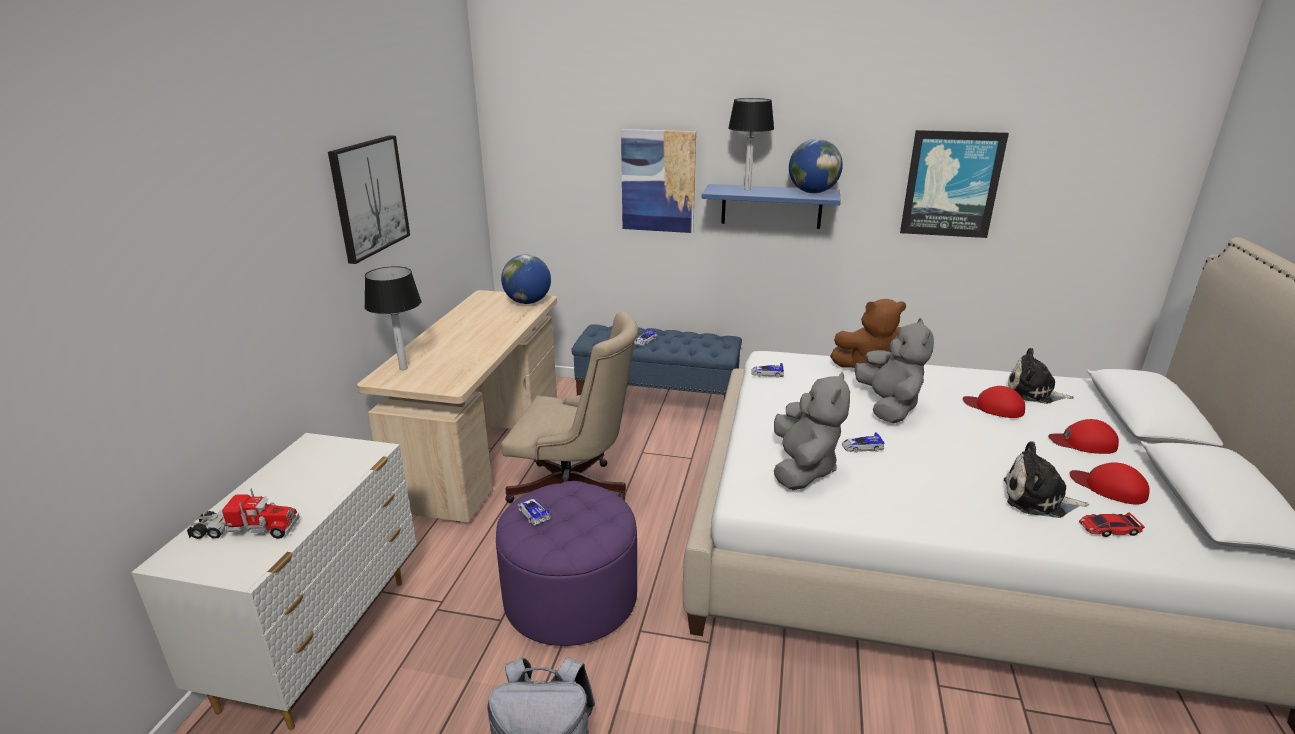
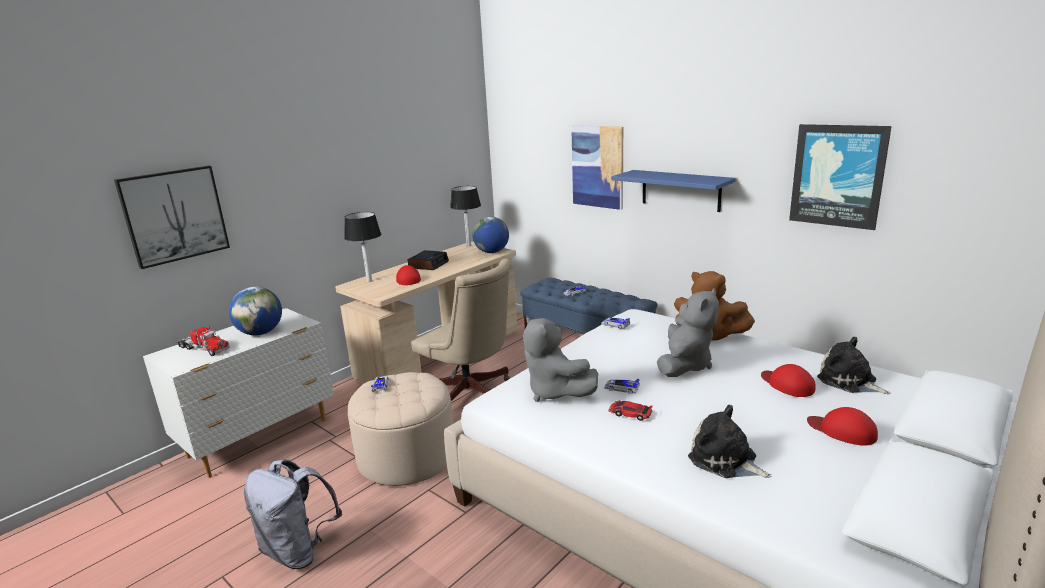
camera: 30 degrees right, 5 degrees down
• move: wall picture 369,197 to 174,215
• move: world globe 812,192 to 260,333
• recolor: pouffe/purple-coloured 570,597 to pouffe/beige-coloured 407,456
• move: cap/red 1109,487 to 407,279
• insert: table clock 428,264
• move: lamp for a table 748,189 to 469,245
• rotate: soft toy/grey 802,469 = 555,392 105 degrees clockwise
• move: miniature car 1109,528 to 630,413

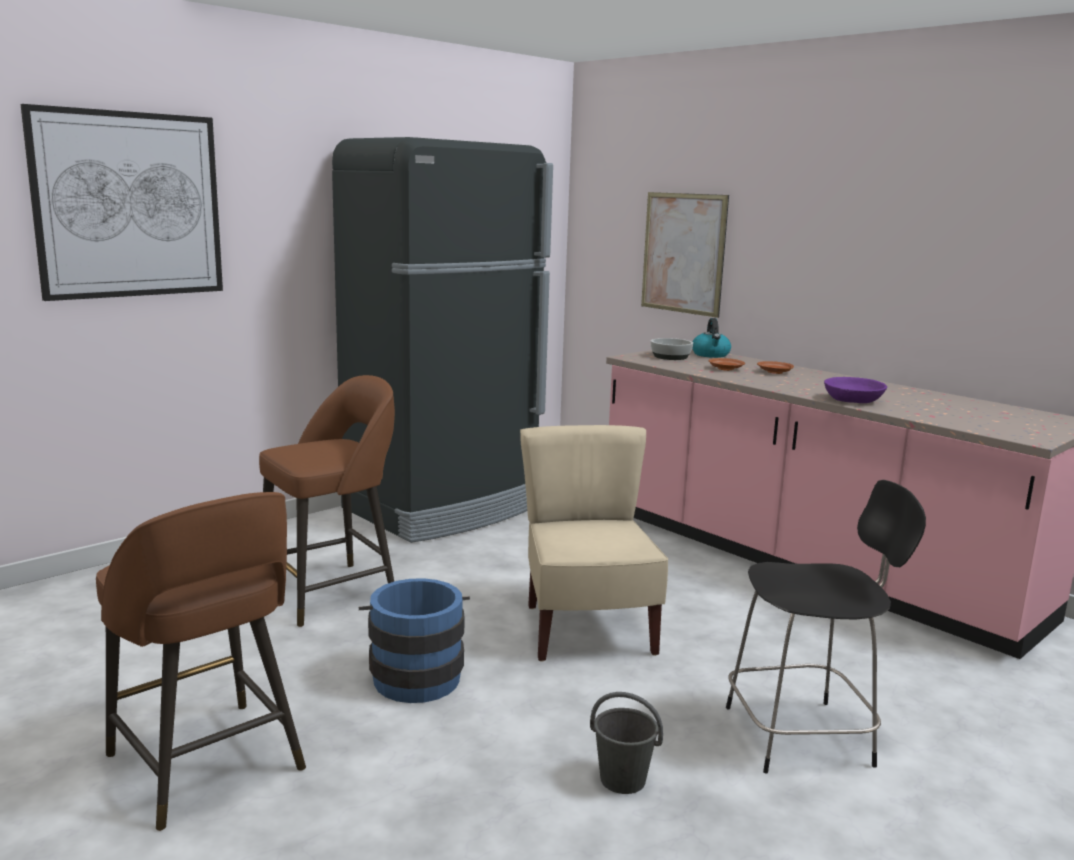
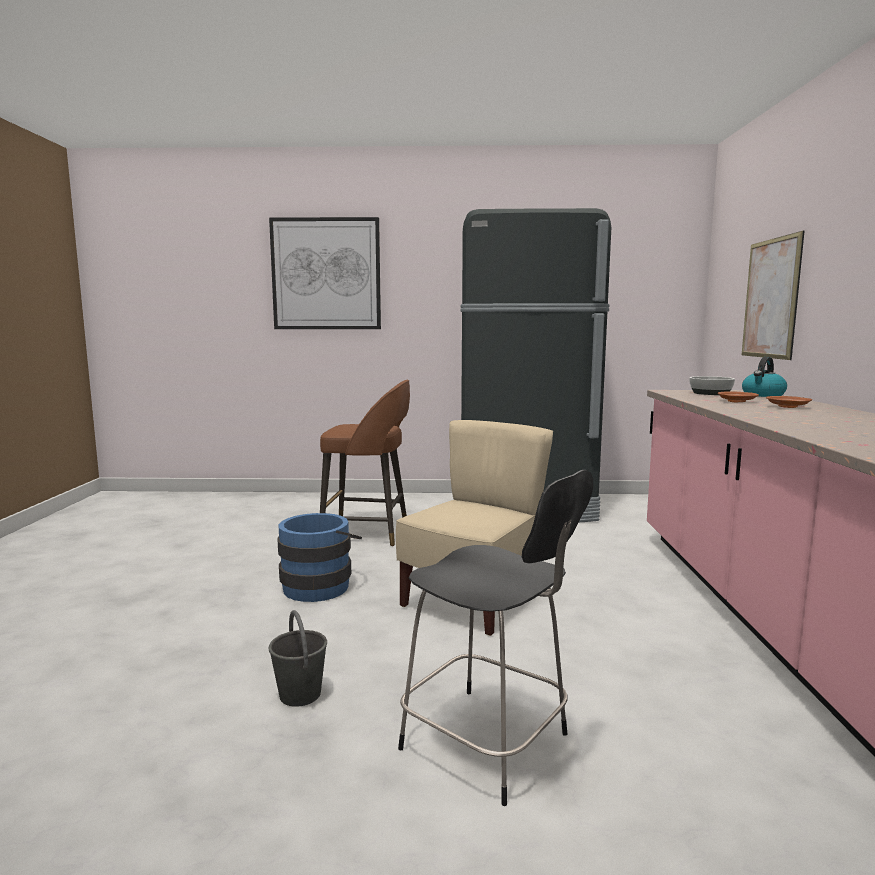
camera: 45 degrees right, 5 degrees down
• delete: stool/brown 208,765
• delete: deep dish/purple-coloured 853,400

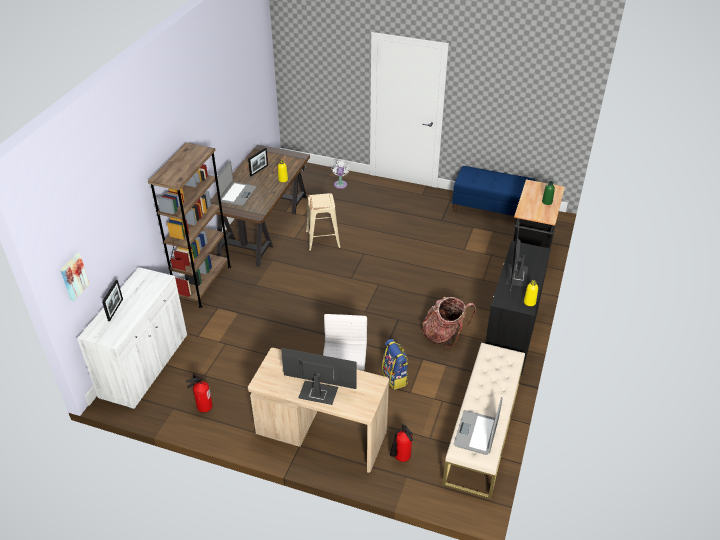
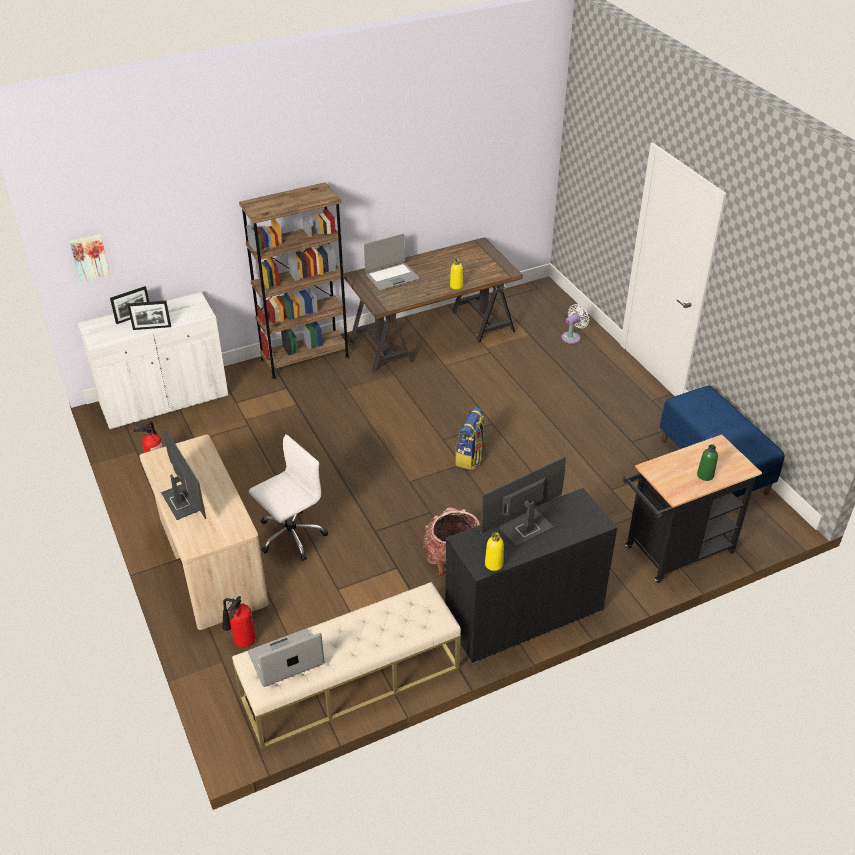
camera: 45 degrees right, 0 degrees up
• move: photo frame 259,170 to 152,327
• move: backpack 395,378 to 470,457
• delete: stool/beige-coloured 323,239

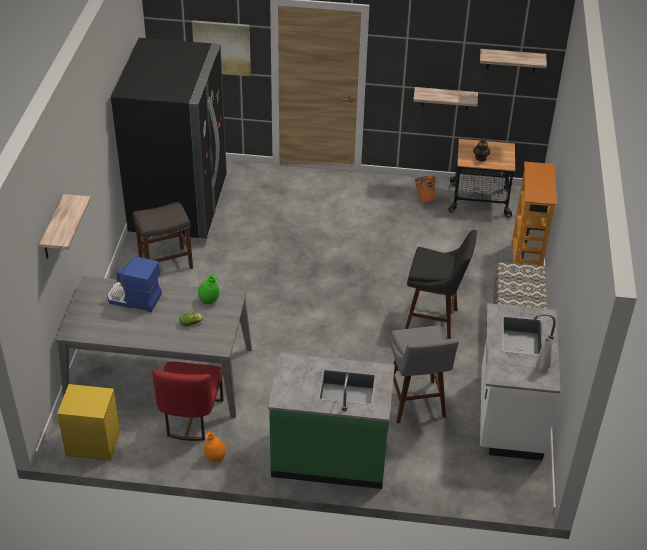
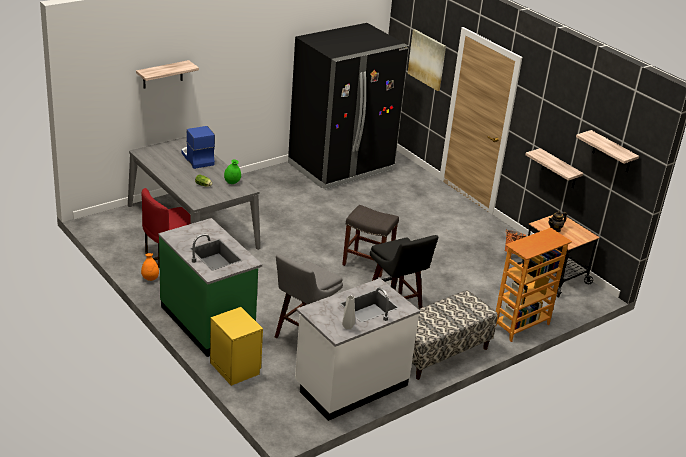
camera: 45 degrees right, 10 degrees down
• move: night table/yellow 92,442 to 235,367
• move: stool/grey 165,263 to 366,263

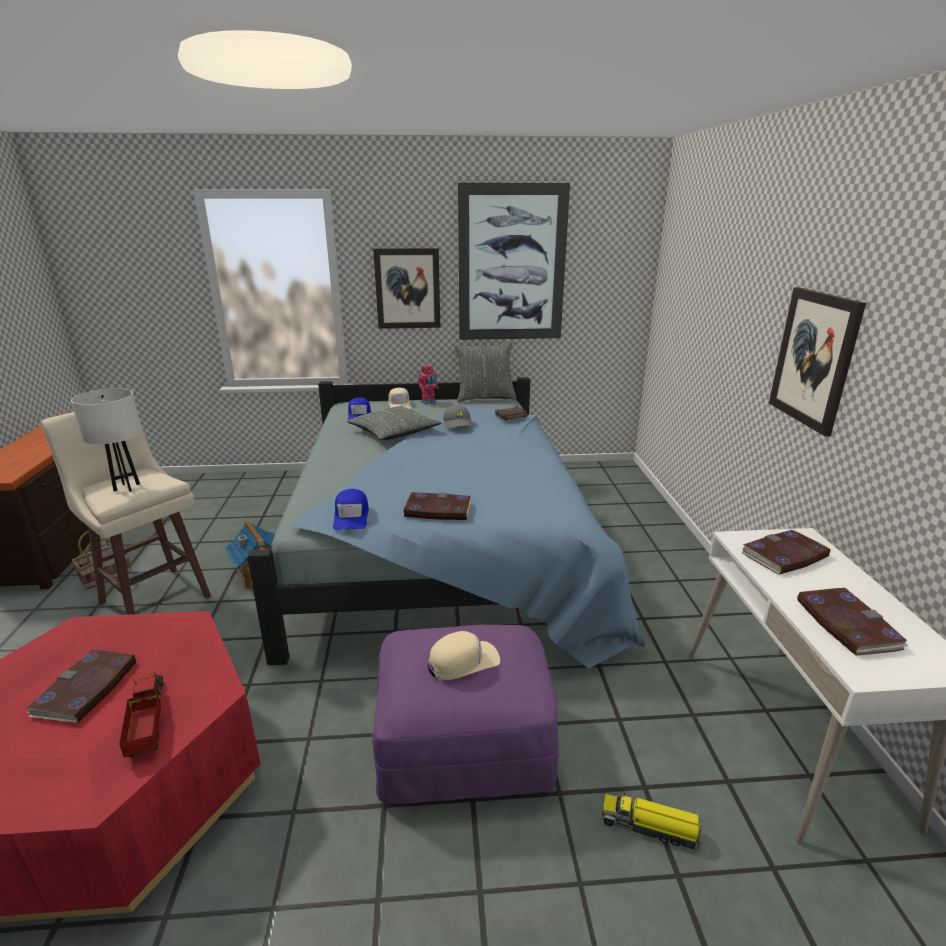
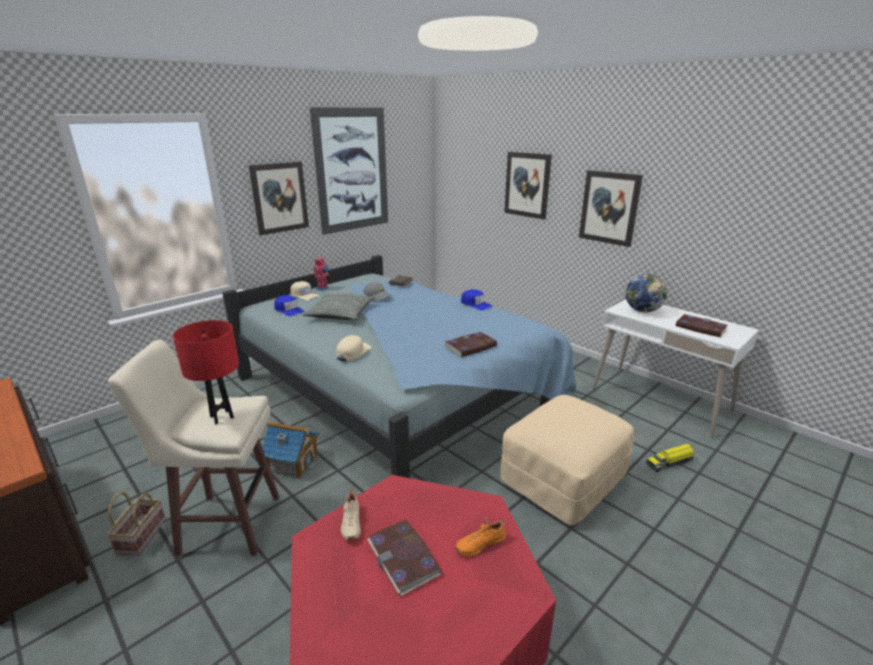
camera: 40 degrees left, 0 degrees up
• recolor: lamp for a table/white 127,487 to lamp for a table/red 222,417
• move: cap/beige-coloured 463,661 to 353,352
• insert: low shoe/beige-coloured 350,523
• replace: model truck 147,722 to low shoe/orangey 479,543
• move: cap/bluish 351,516 to 475,304
• recolor: pouffe/purple-coloured 464,744 to pouffe/beige-coloured 563,478
• insert: wall picture 527,185
• replace: volume 784,555 to world globe 642,310
• delete: pillow/grey 485,398

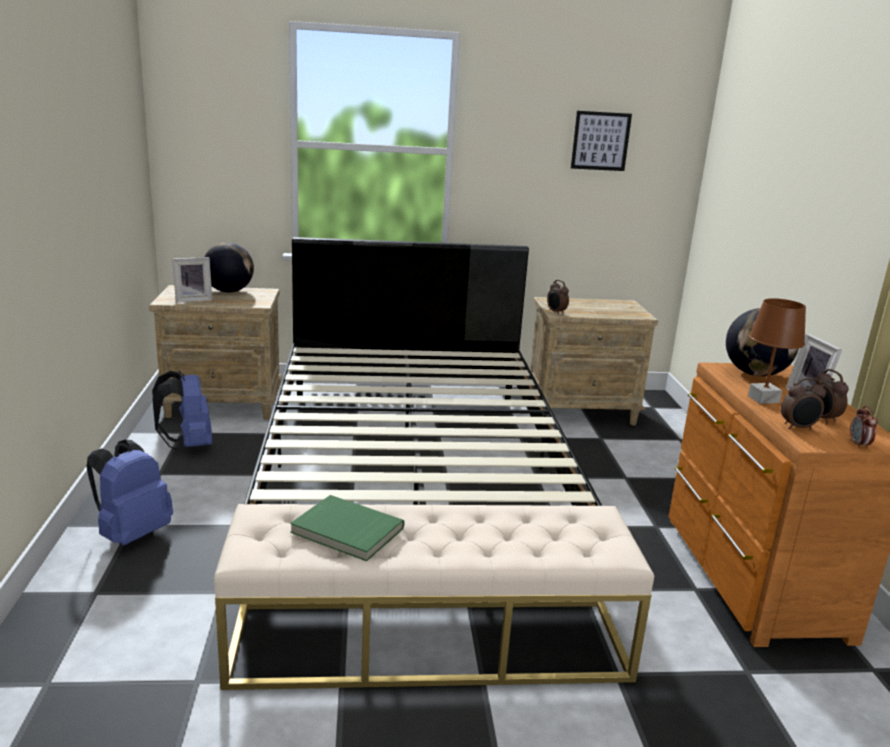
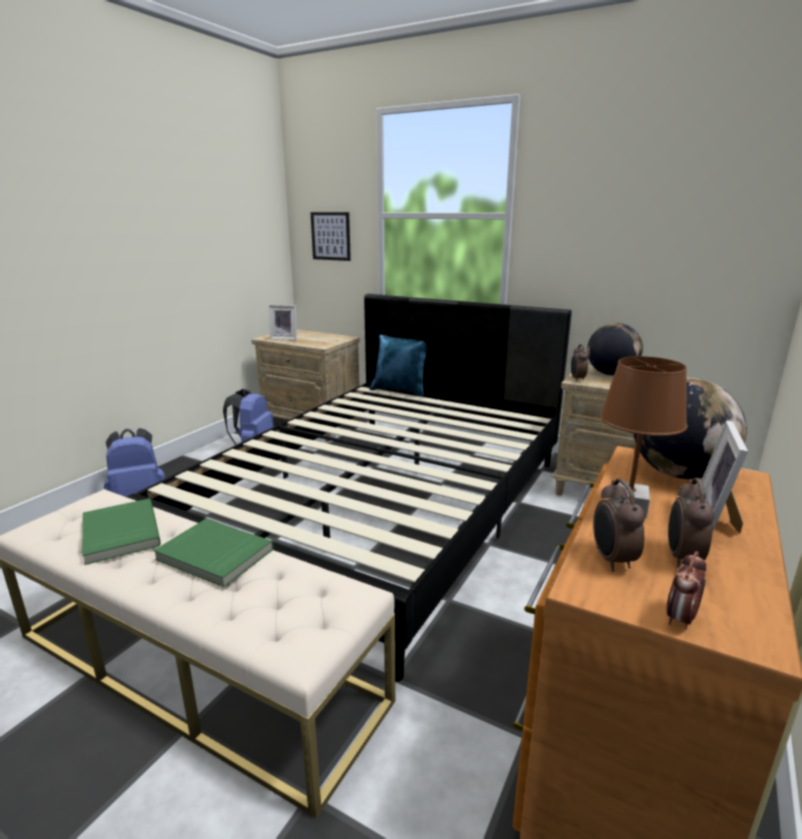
camera: 35 degrees right, 0 degrees up
• insert: volume/green 213,555
• move: wall picture 600,141 to 331,236
• insert: pillow/bluish 400,391
• move: world globe 229,291 to 610,374
• rotate: table clock 798,428 = 611,560 60 degrees clockwise

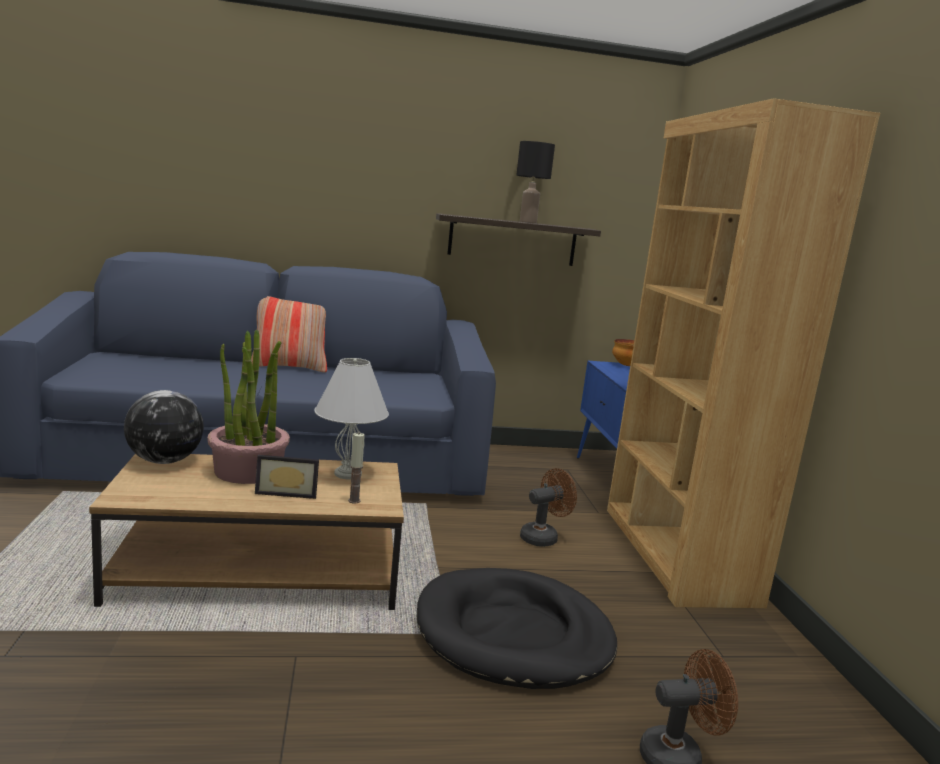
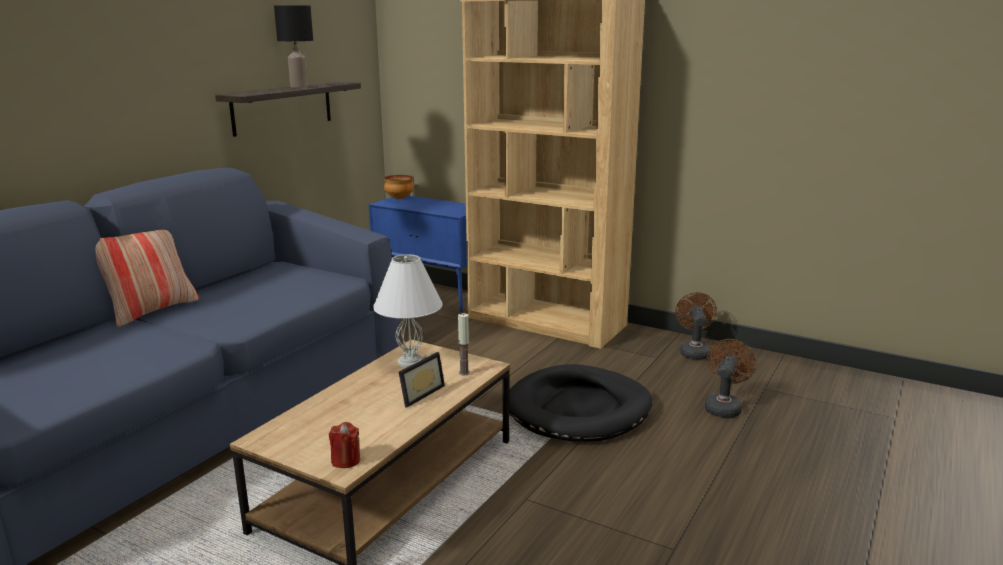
camera: 50 degrees left, 5 degrees up
• insert: candle/red 345,460
• move: cooling fan/brown 543,537 to 693,351
• delete: world globe 164,461
• delete: houseplant 248,471

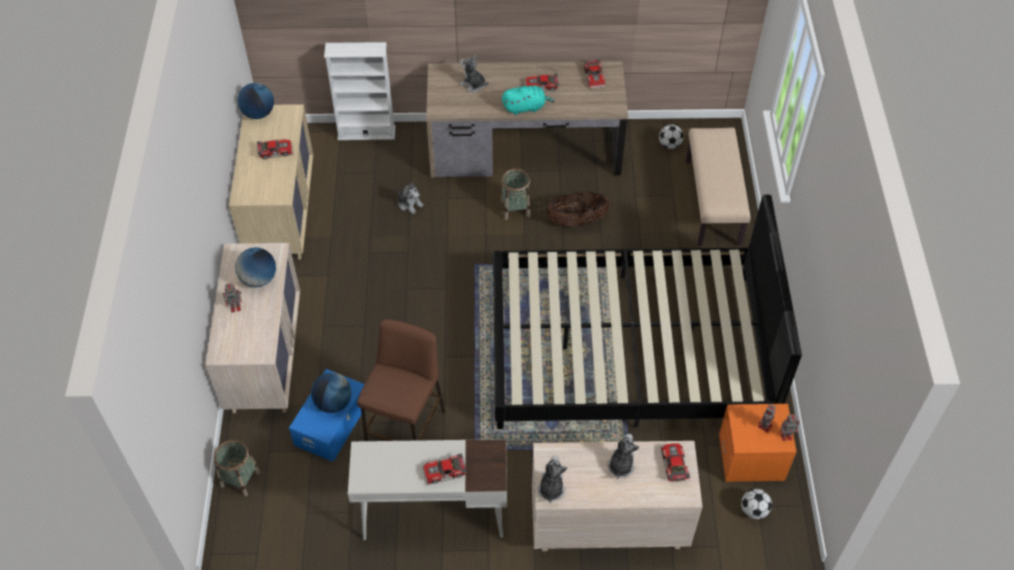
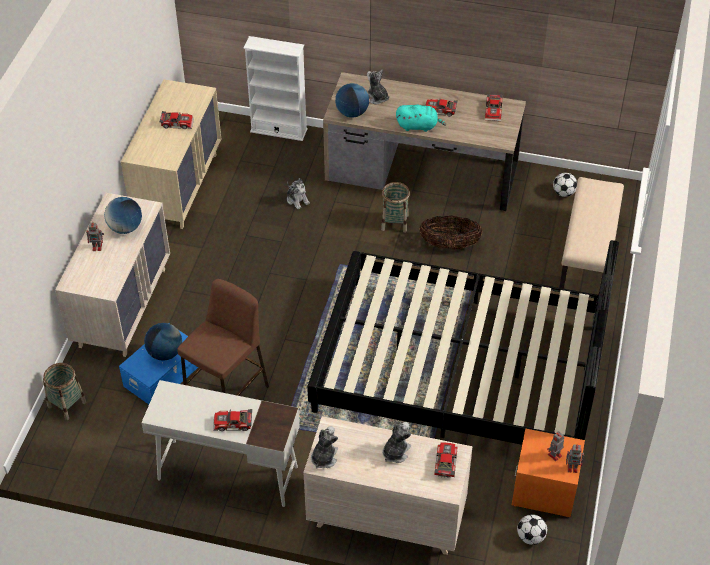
camera: 15 degrees right, 5 degrees down
• move: world globe 258,113 to 352,113

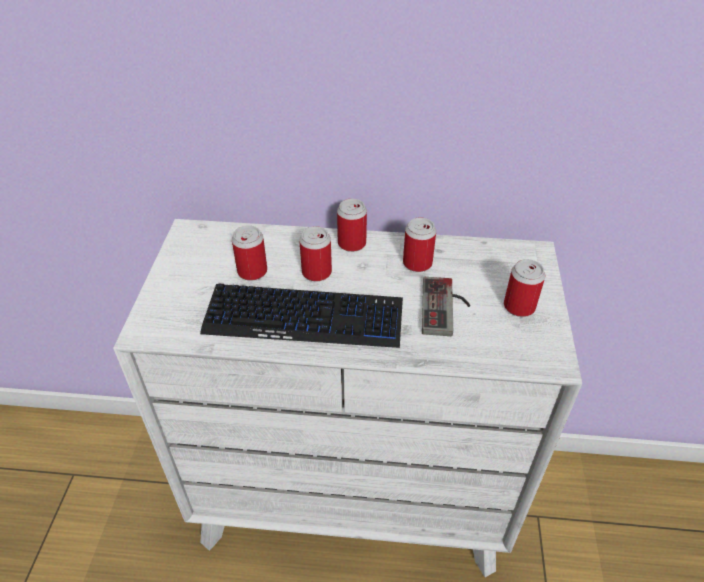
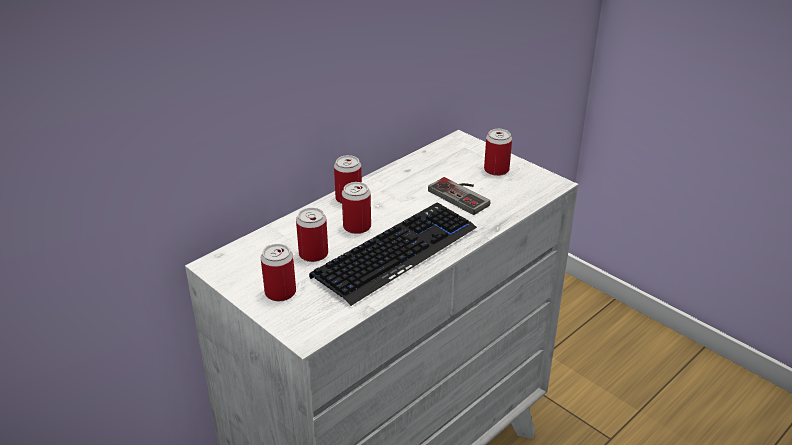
camera: 50 degrees left, 10 degrees down
• move: can 417,263 to 280,292

